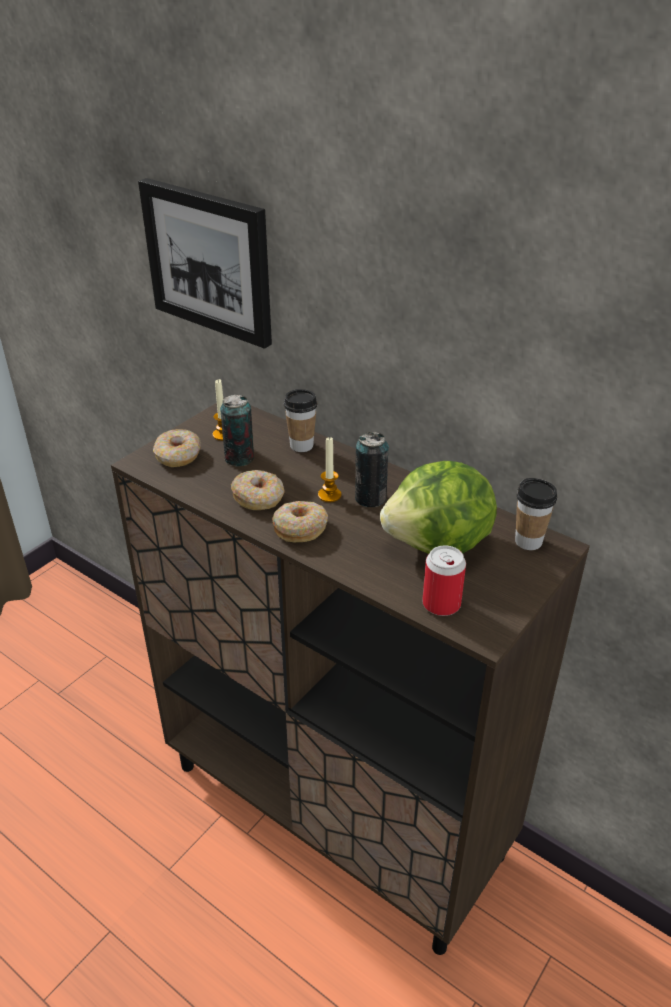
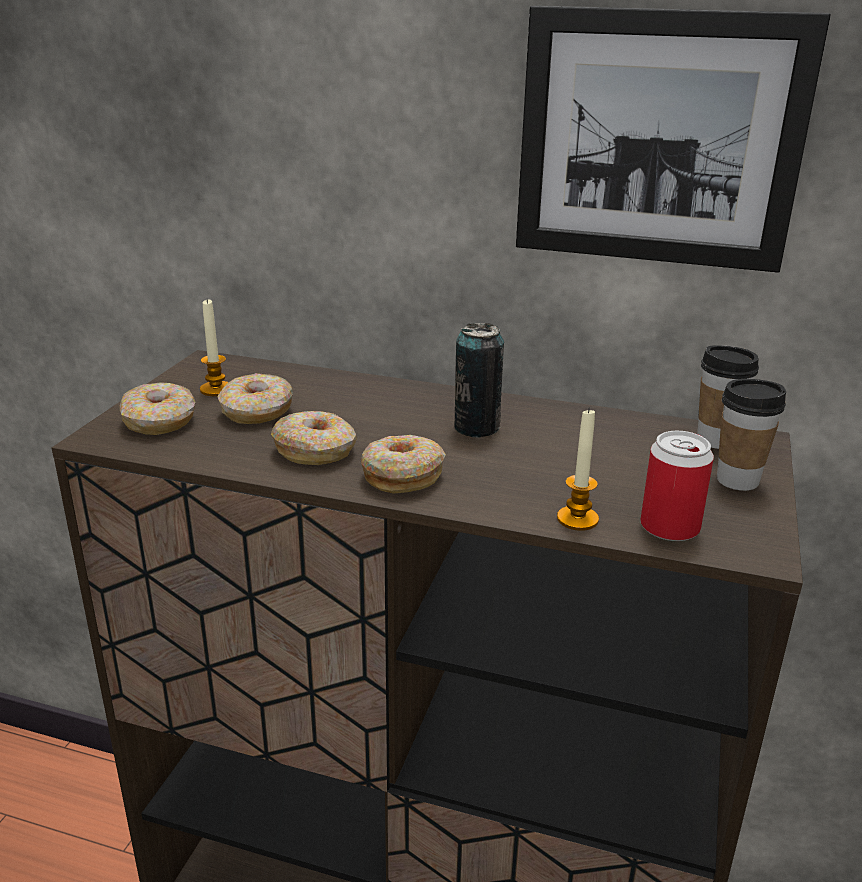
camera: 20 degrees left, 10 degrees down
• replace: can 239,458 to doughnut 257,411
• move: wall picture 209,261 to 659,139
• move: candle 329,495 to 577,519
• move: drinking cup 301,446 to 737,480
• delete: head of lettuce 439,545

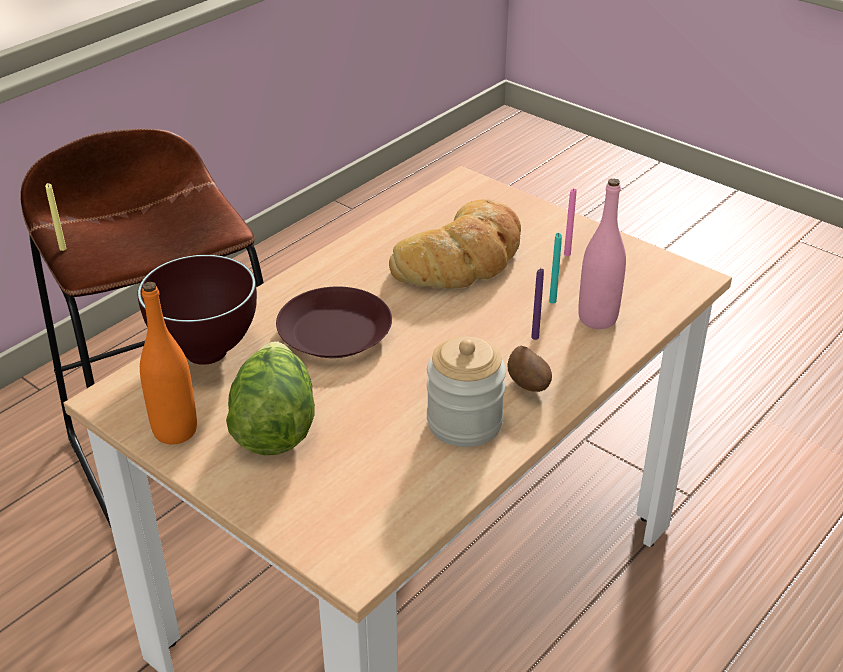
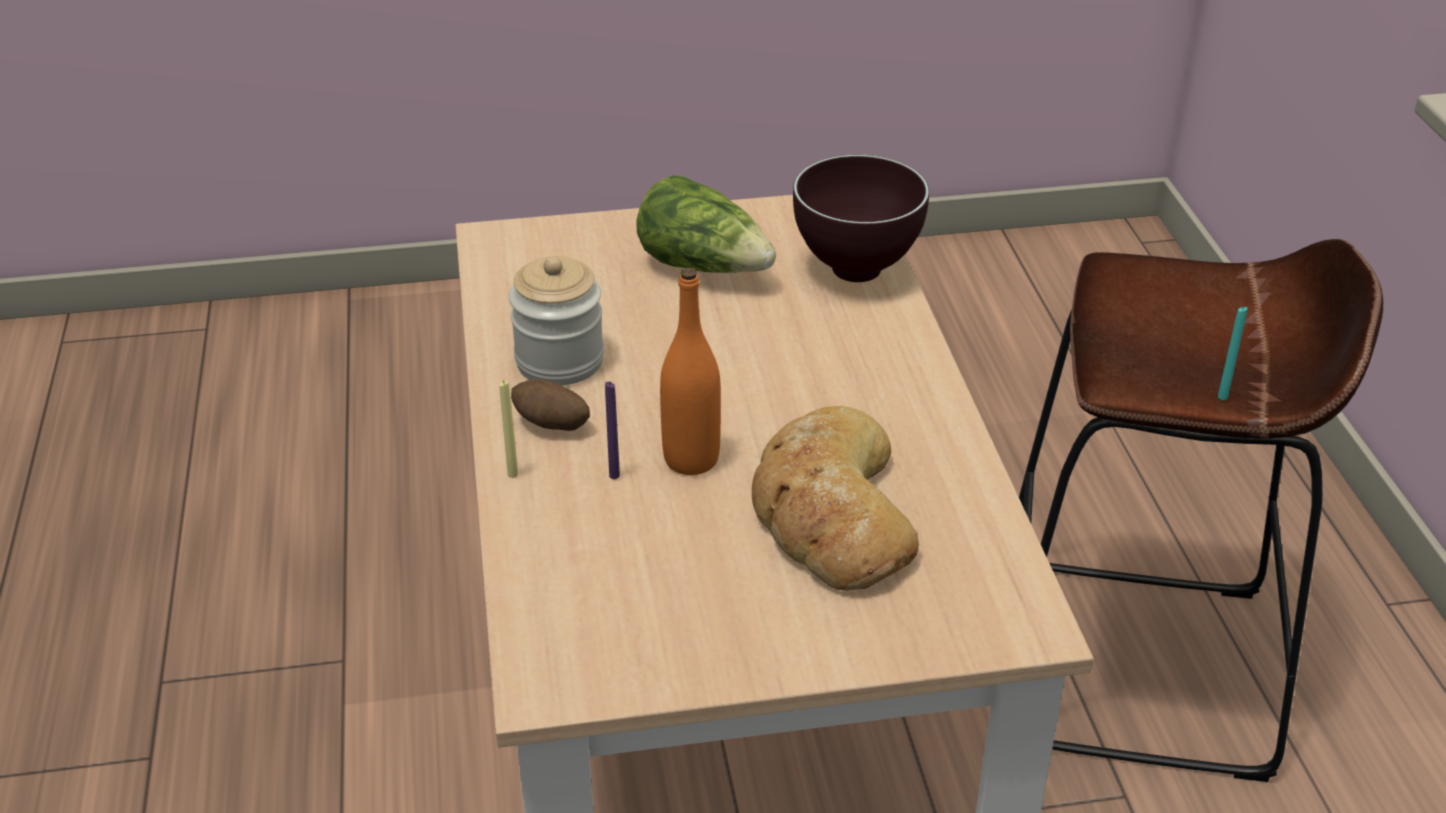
camera: 130 degrees right, 0 degrees up
• move: candle/yellow 63,248 to 513,474
• move: bottle/orangey 175,431 to 691,459
• move: candle/turquoise 552,301 to 1222,397
• delete: plate/brown 333,332
• delete: candle/pink 567,254
• delete: bottle/pink 597,318

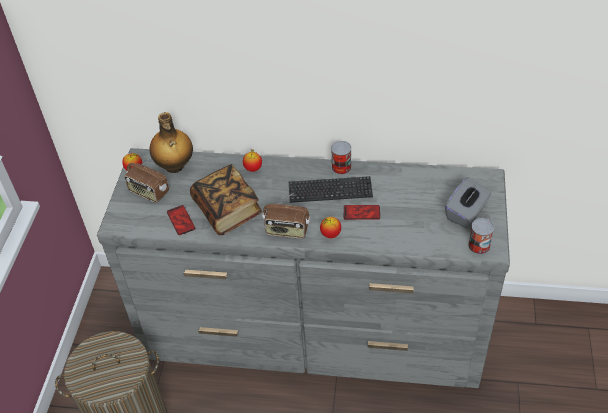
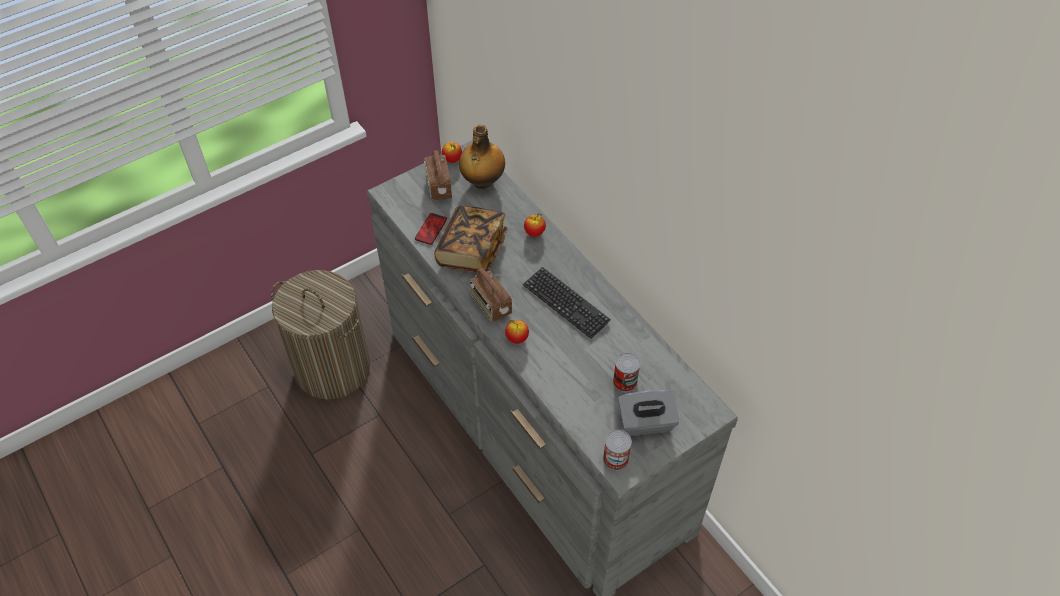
camera: 45 degrees right, 5 degrees up
• move: can 341,167 to 625,381
• delete: telephone 361,213

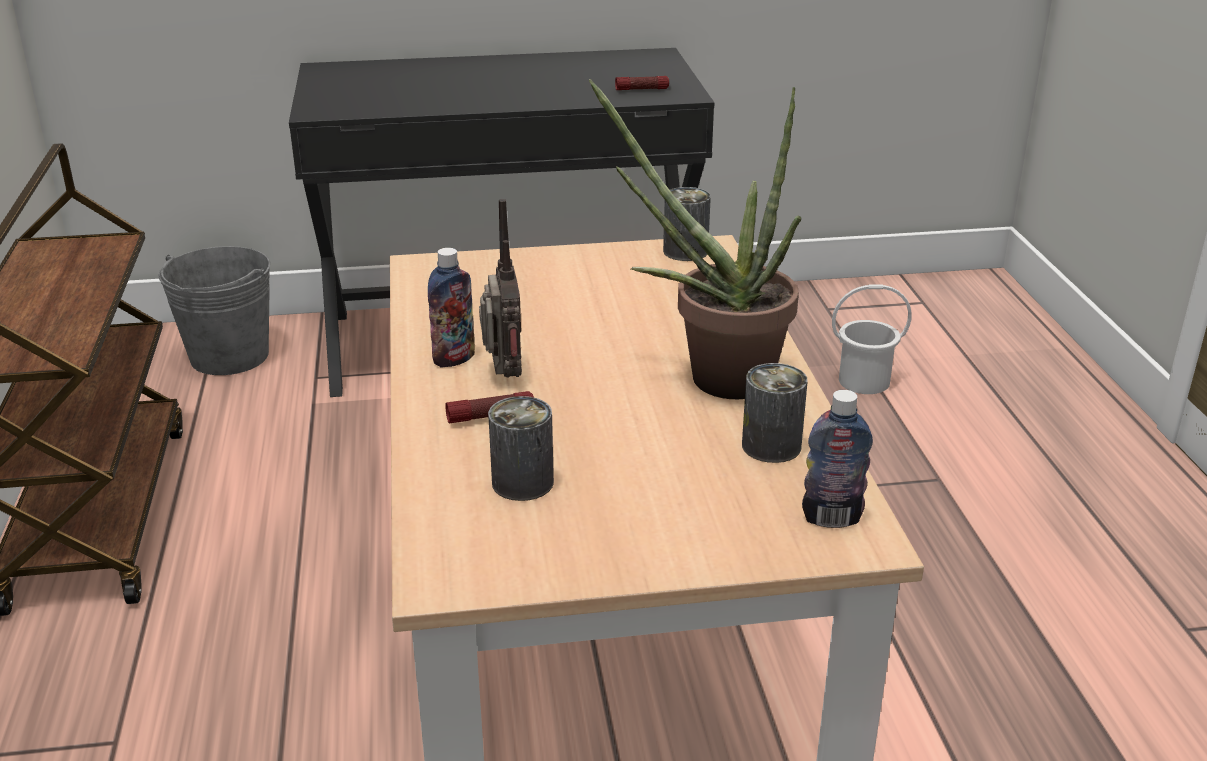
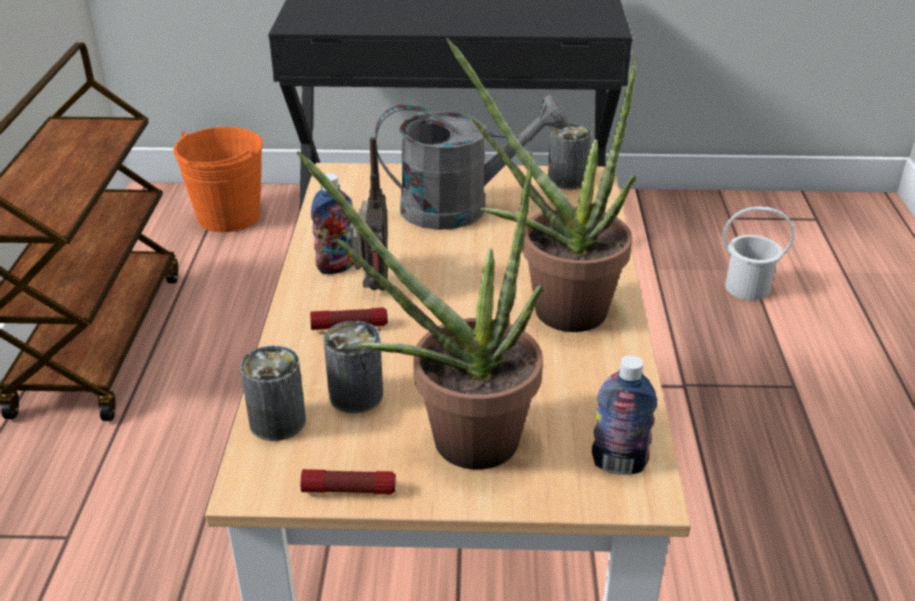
camera: 10 degrees right, 5 degrees up
• recolor: water bucket/grey 229,356 to water bucket/orangey 228,216
• move: can 771,446 to 277,421
• insert: houseplant 455,439
• move: flashlight 641,89 to 349,490
• insert: watering can/grey 461,207

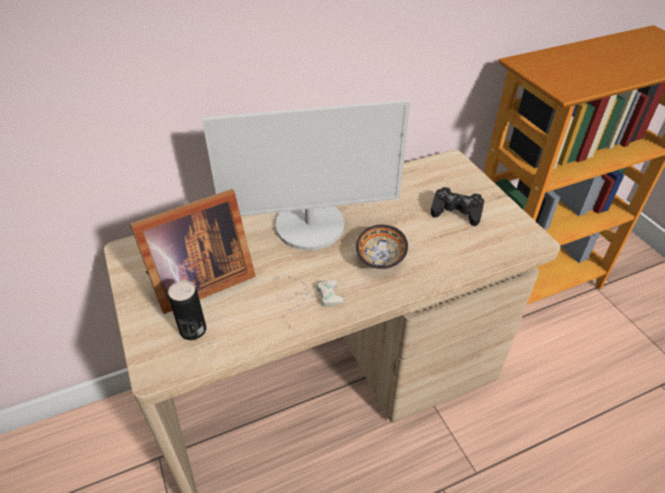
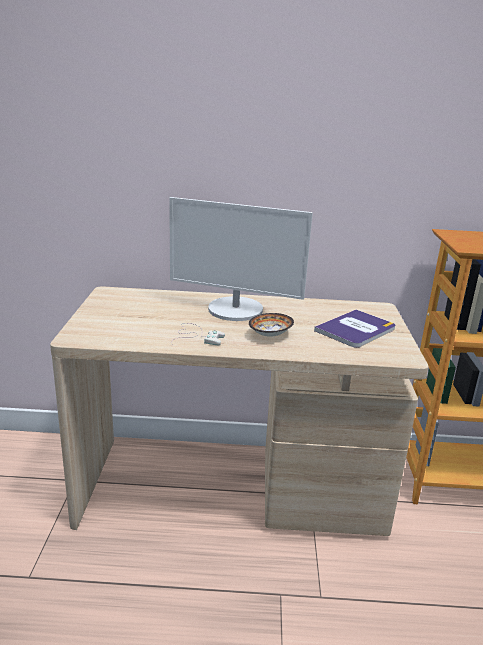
camera: 25 degrees right, 20 degrees down
• replace: joypad/black-coloured 456,211 to volume 356,329
• delete: photo frame 198,282
• delete: can 193,330

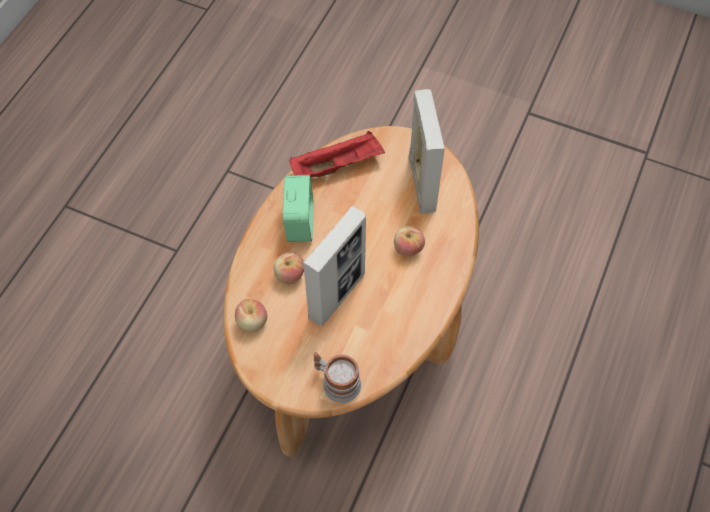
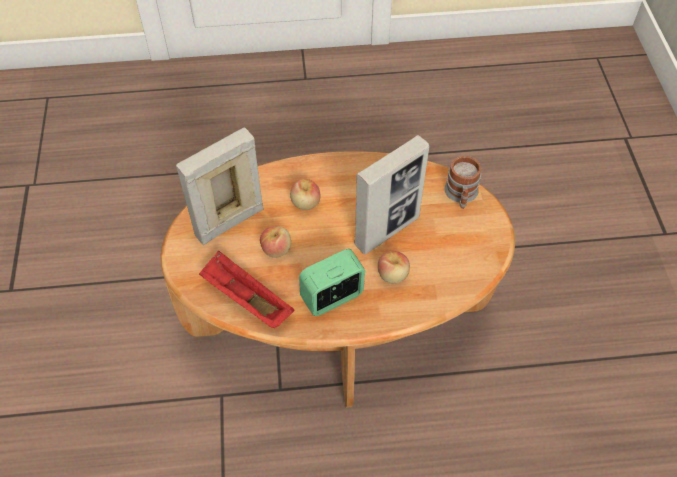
camera: 120 degrees left, 5 degrees down
• move: apple fruit 252,322 to 276,249
• rotate: photo frame 337,296 = 387,231 135 degrees clockwise

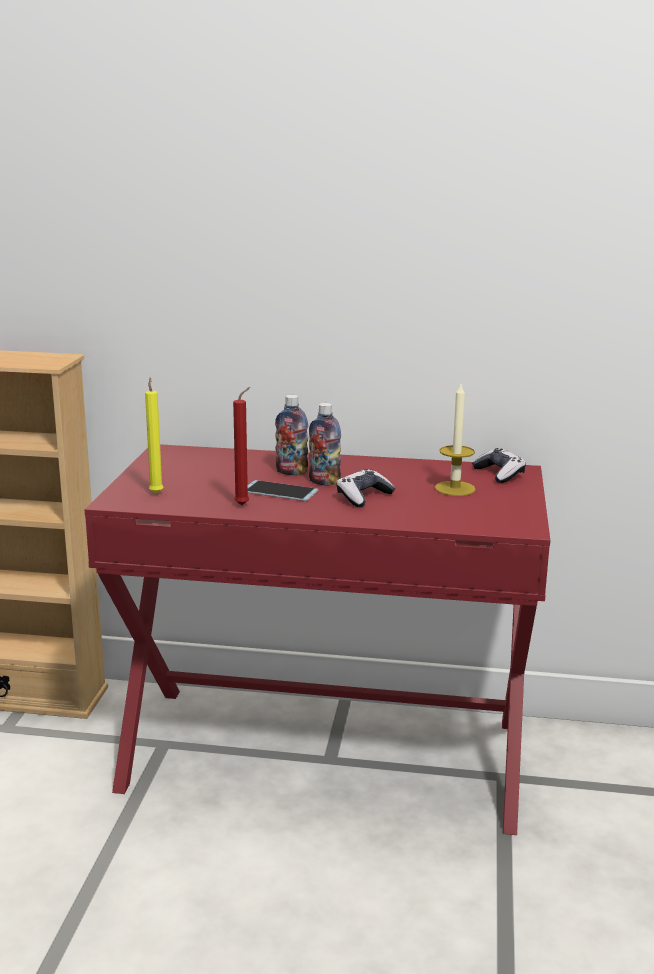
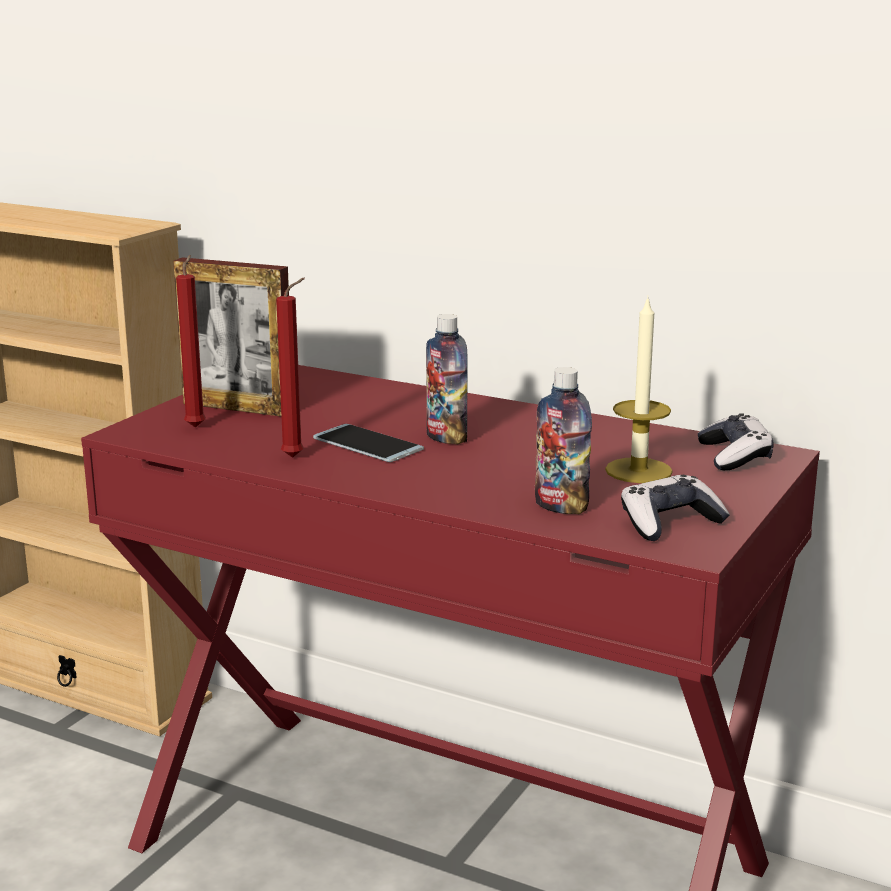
camera: 20 degrees right, 0 degrees up
• insert: photo frame 238,408
• recolor: candle/yellow 156,492 to candle/red 197,426
• move: bottle 291,472 to 561,506
• move: joypad 364,497 to 670,523

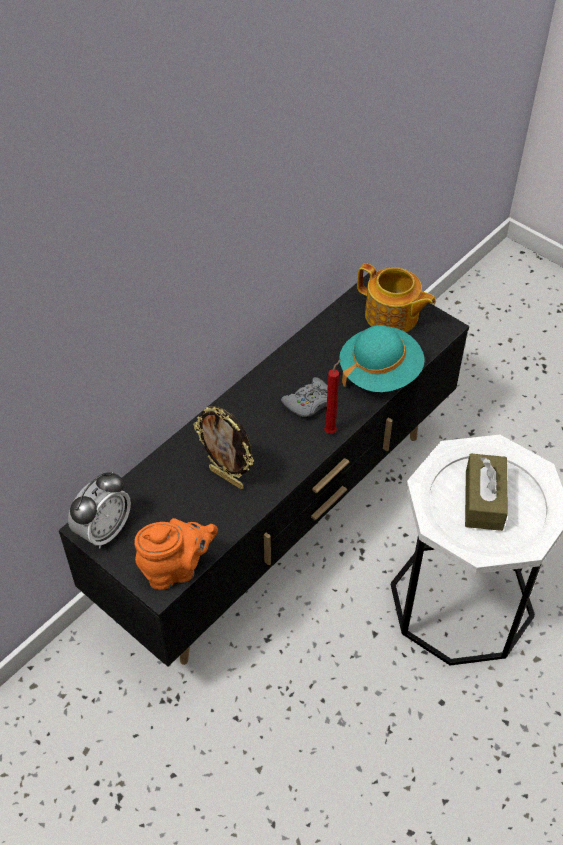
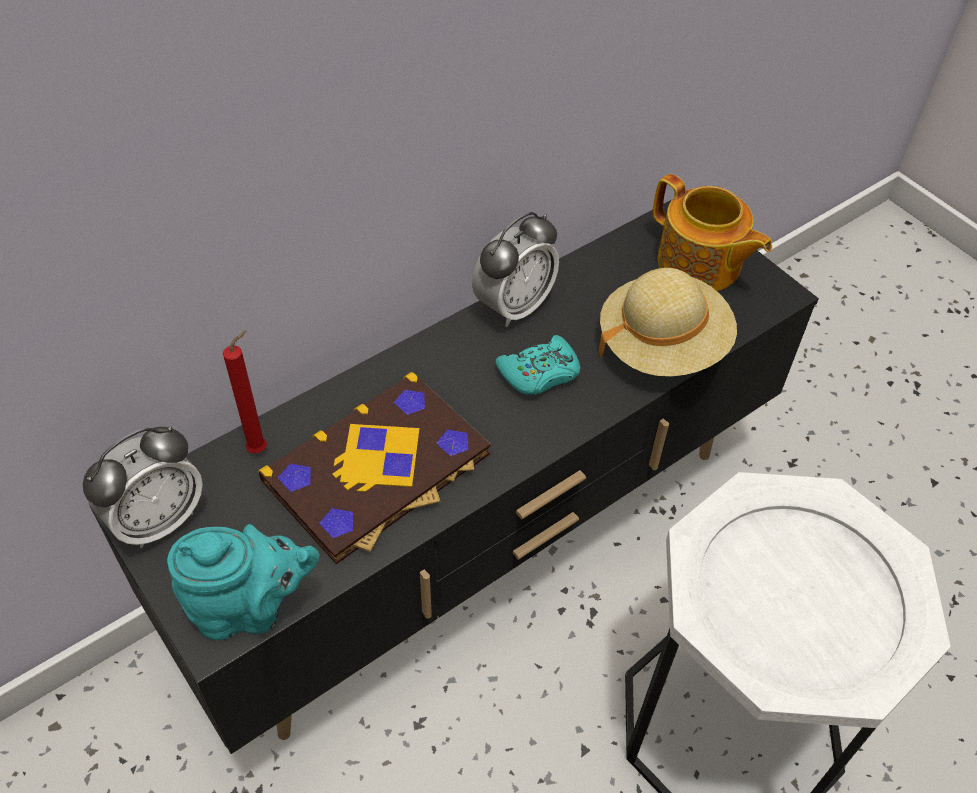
camera: 10 degrees right, 0 degrees up
• recolor: teapot/orangey 176,569 to teapot/turquoise 250,608
• move: candle/red 331,430 to 260,448
• replace: photo frame 227,478 to volume 378,469
• insert: table clock 513,306
• recolor: joypad/grey 309,402 to joypad/turquoise 540,373
• recolor: hat/turquoise 380,372 to hat/beige-coloured 662,345
• delete: box of tissues/brown 483,500

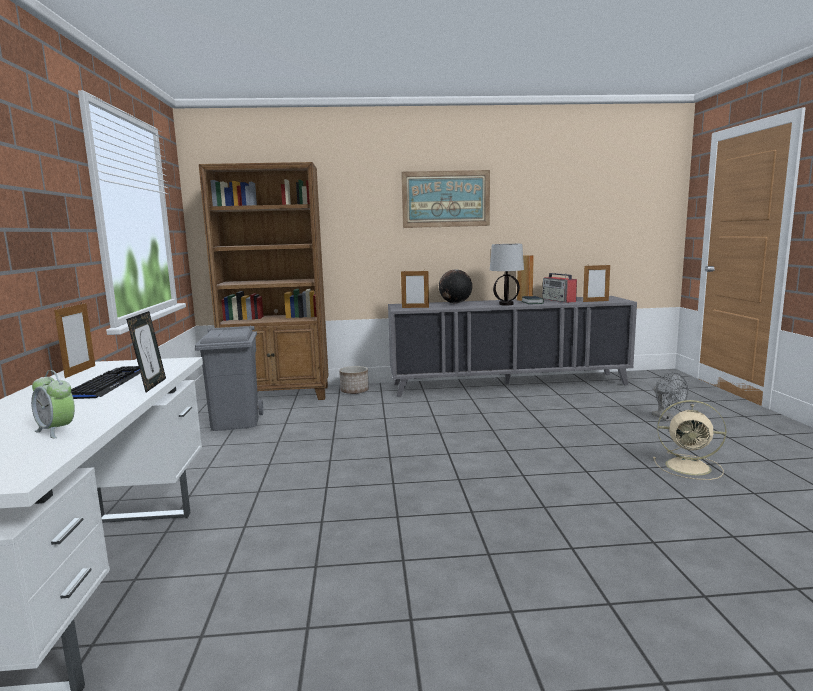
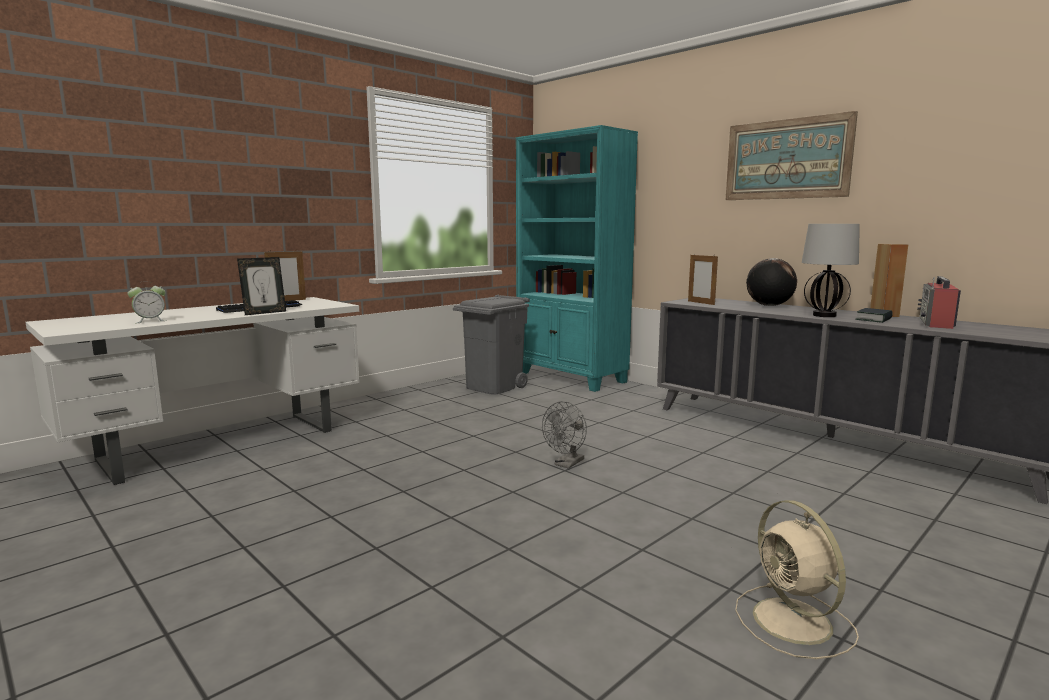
camera: 50 degrees right, 0 degrees up
• rotate: table clock 57,431 = 150,321 120 degrees counterclockwise
• recolor: bookcase/brown 279,395 to bookcase/turquoise 571,378
• move: cooling fan/grey 667,418 to 567,464
• delete: plant pot 354,391
• delete: photo frame 595,301

